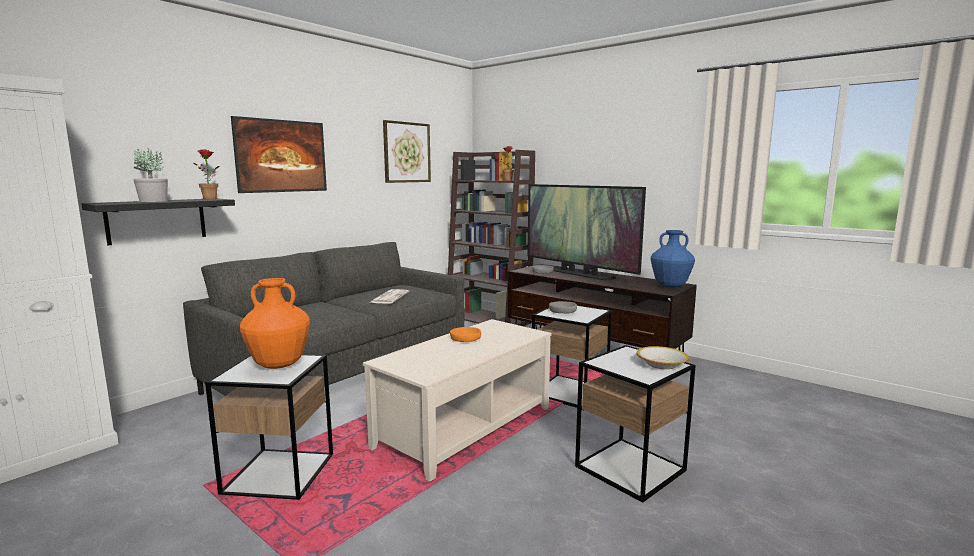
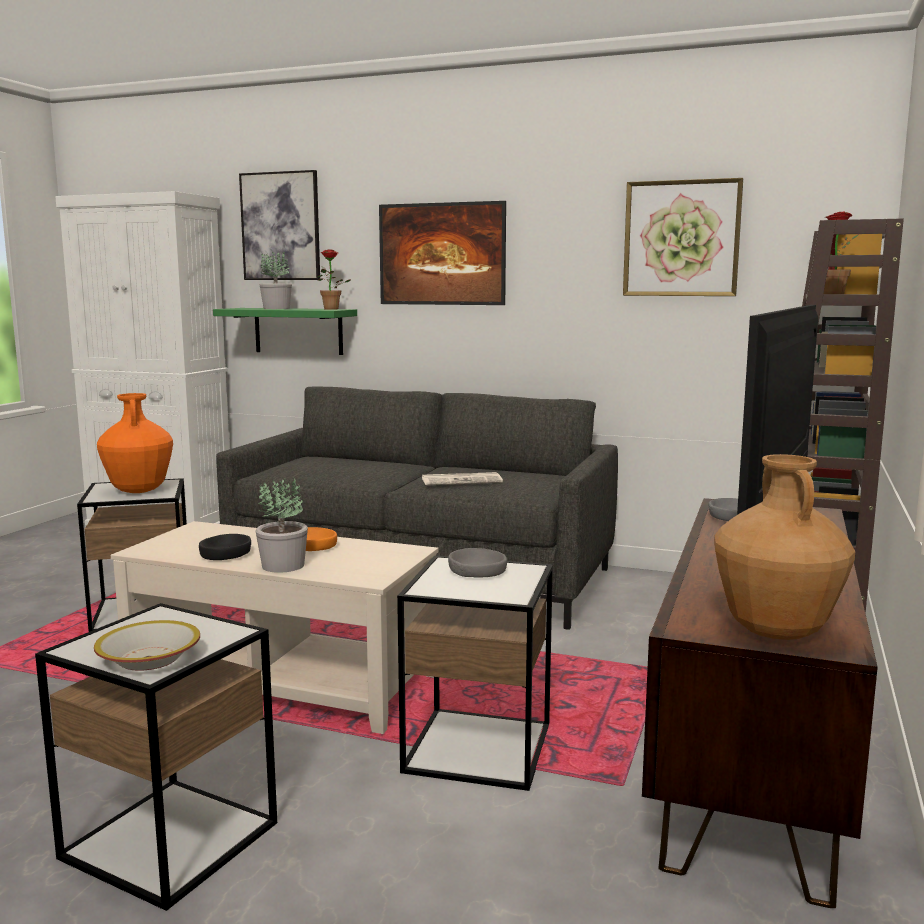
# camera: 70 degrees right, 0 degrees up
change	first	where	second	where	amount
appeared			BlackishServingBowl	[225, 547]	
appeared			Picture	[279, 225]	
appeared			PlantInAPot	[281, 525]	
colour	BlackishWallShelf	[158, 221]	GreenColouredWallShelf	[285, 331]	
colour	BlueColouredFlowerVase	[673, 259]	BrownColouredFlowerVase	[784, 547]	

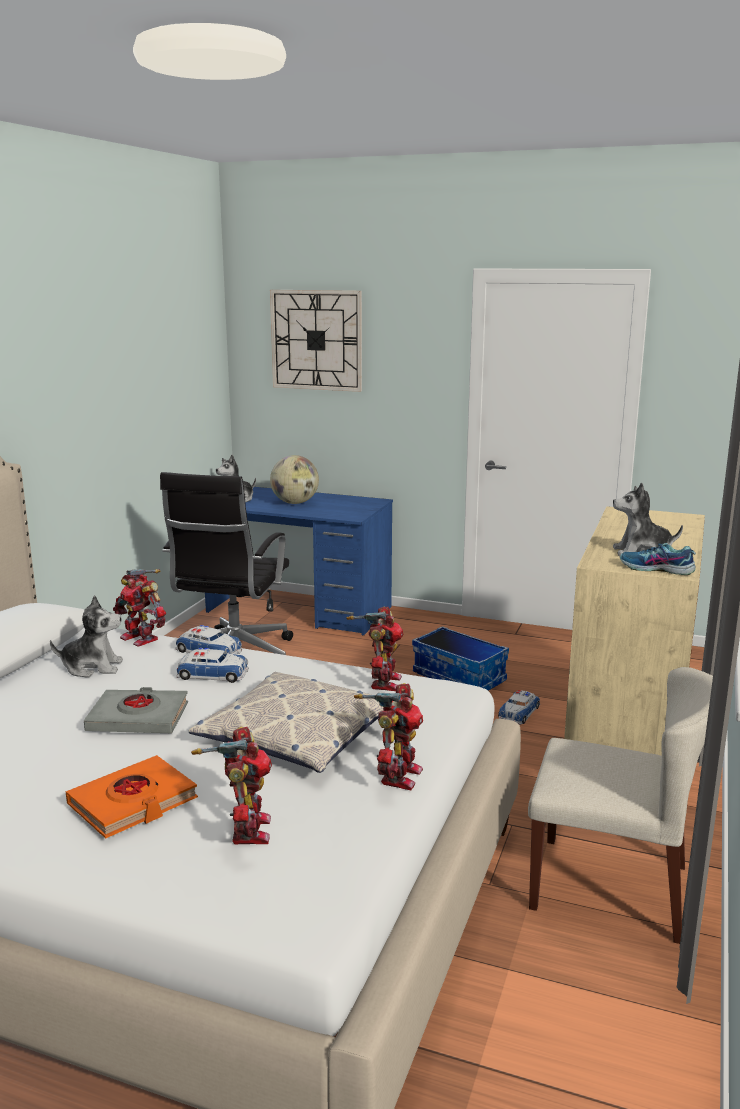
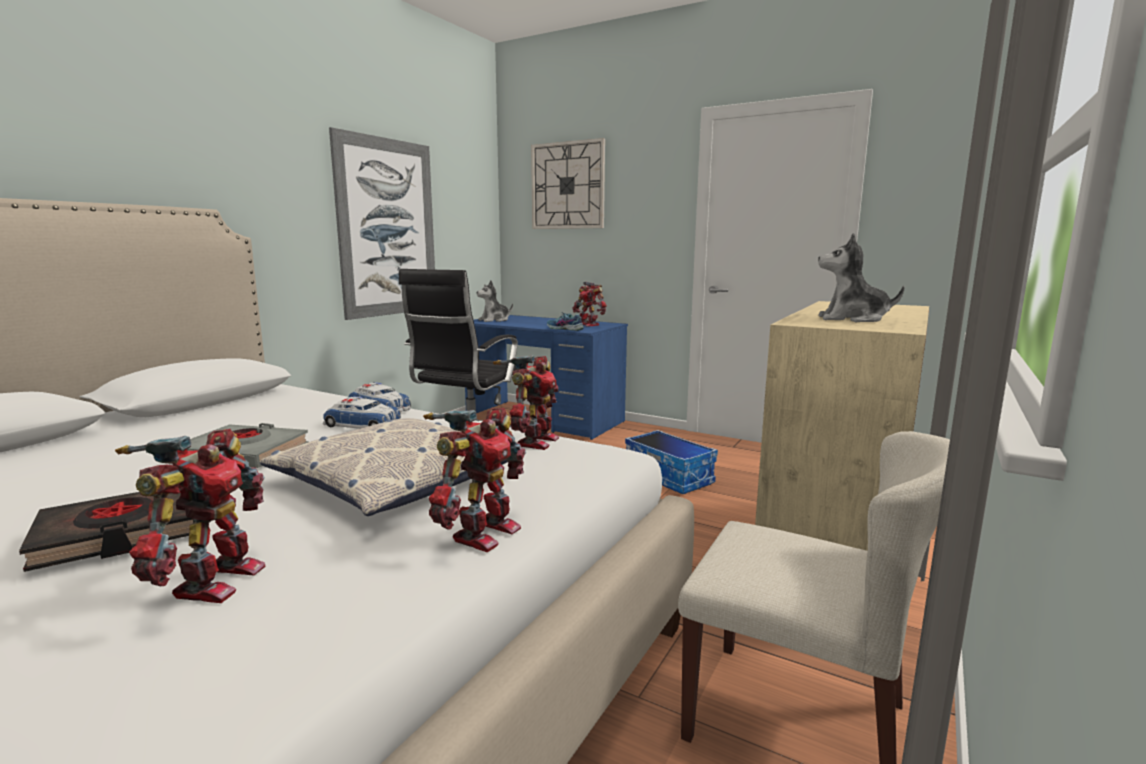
# camera: 10 degrees right, 5 degrees down
change	first	where	second	where	amount
missing	CuddlyToy	[86, 636]			
missing	WorldGlobe	[294, 479]			
missing	ToyCar	[519, 707]			
appeared			Picture	[382, 223]	
relocated	RobotFigure	[139, 608]		[589, 304]	
relocated	LowShoe	[658, 559]		[565, 321]	
colour	OrangeColouredVolume	[132, 797]	BlackishVolume	[106, 530]	

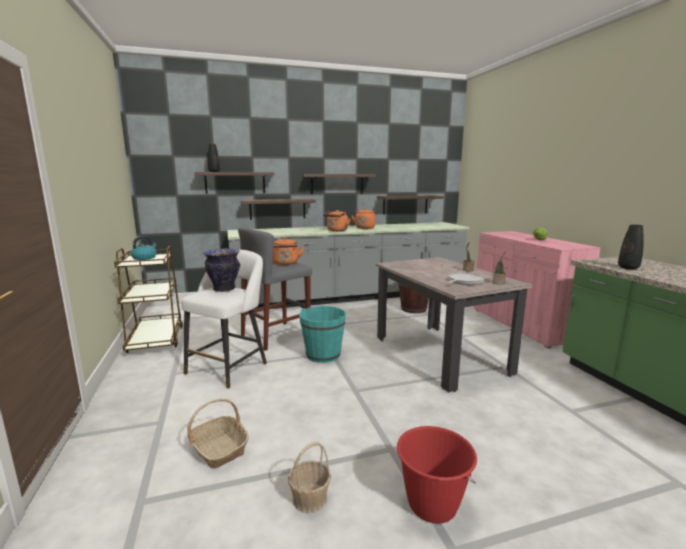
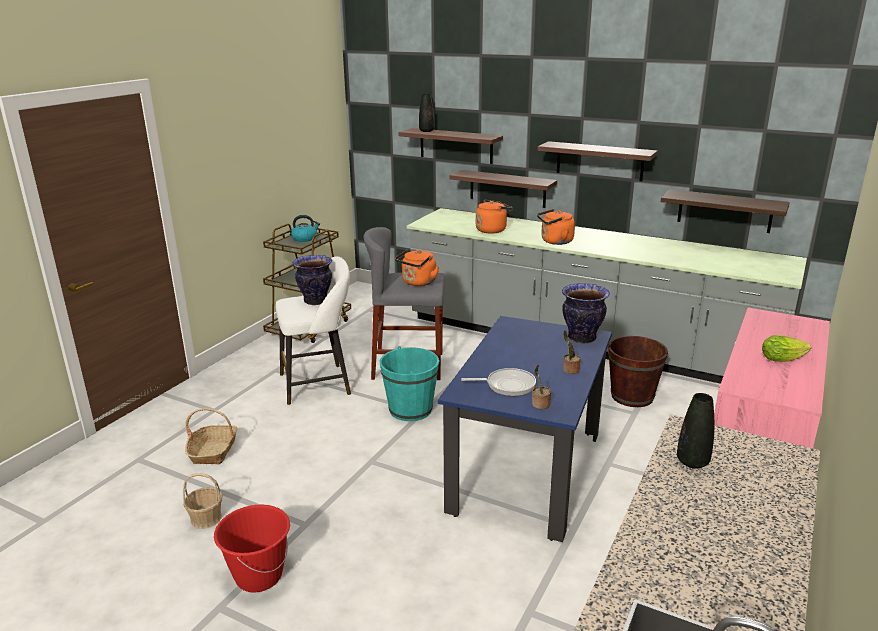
# camera: 45 degrees right, 10 degrees up
change	first	where	second	where	amount
appeared			FlowerVase	[586, 313]	
relocated	OrangeColouredTeaKettle	[364, 218]		[494, 217]	
colour	BeigeColouredKitchenTable	[454, 324]	BlueColouredKitchenTable	[525, 429]	

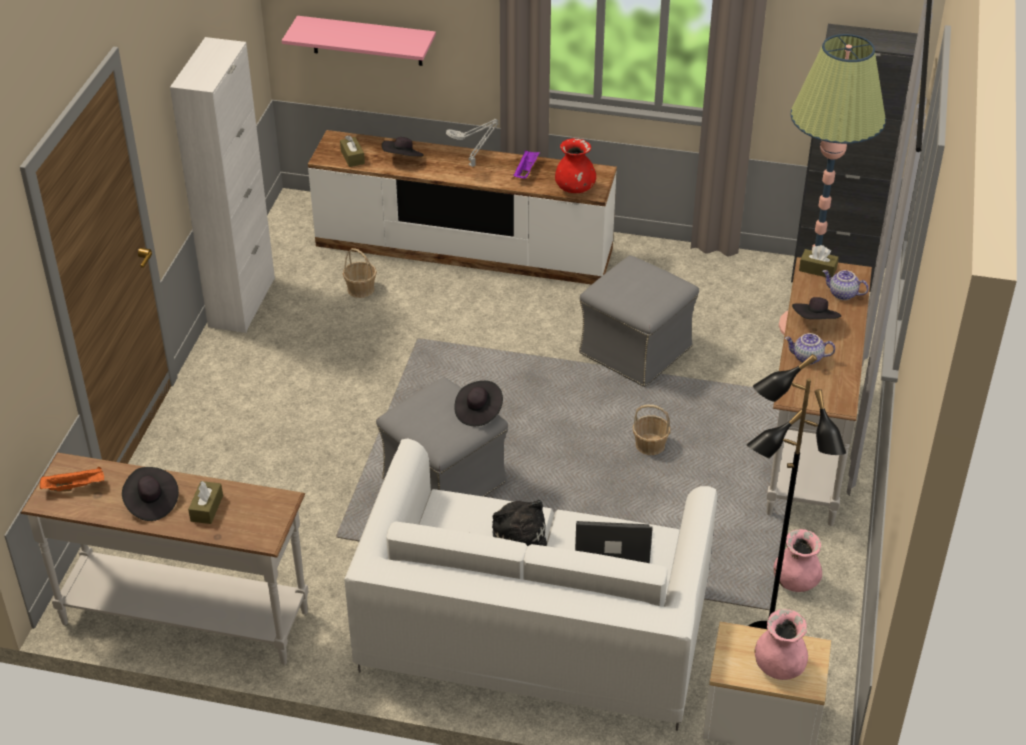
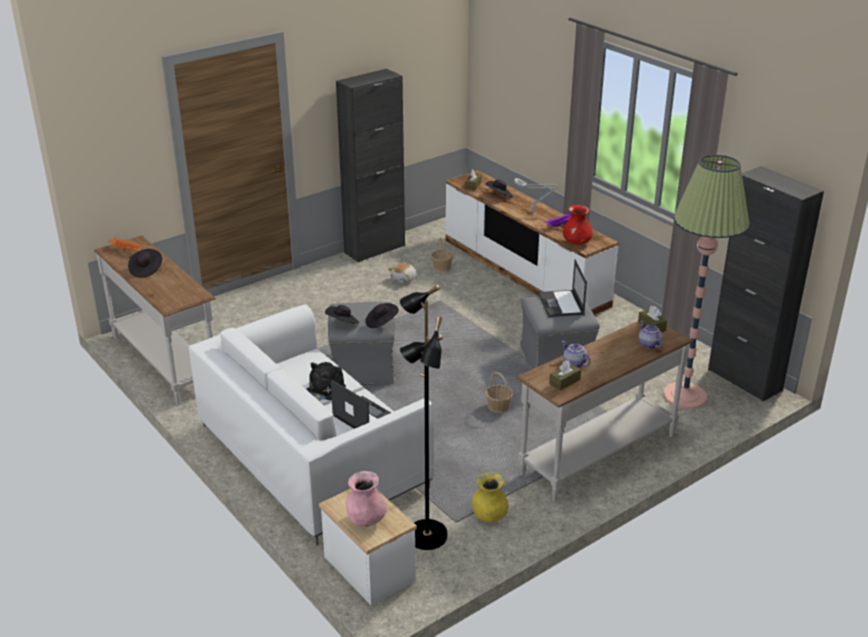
# camera: 40 degrees right, 10 degrees down
change	first	where	second	where	amount
missing	PinkWallShelf	[359, 41]			
appeared			CuddlyToy	[402, 273]	
appeared			NotebookComputer	[563, 288]	
relocated	BrownColouredBoxOfTissues	[205, 502]		[565, 376]	
relocated	BlackishWearableHat	[816, 308]		[342, 314]	
colour	WhiteColouredStorageCabinet	[222, 185]	BlackishStorageCabinet	[370, 166]	
colour	PinkFlowerVase	[798, 560]	YellowFlowerVase	[490, 497]	

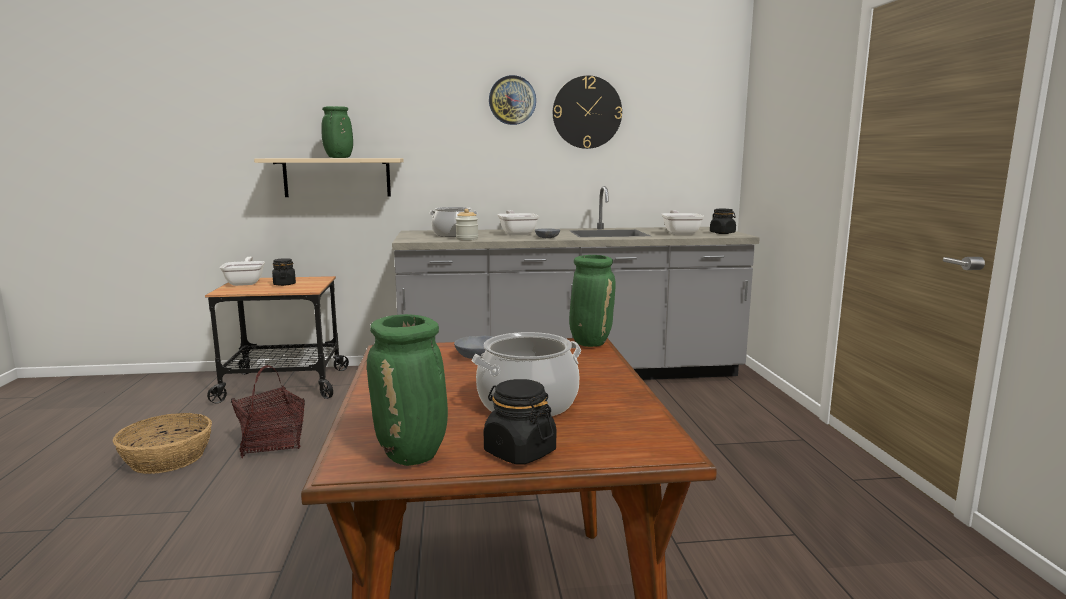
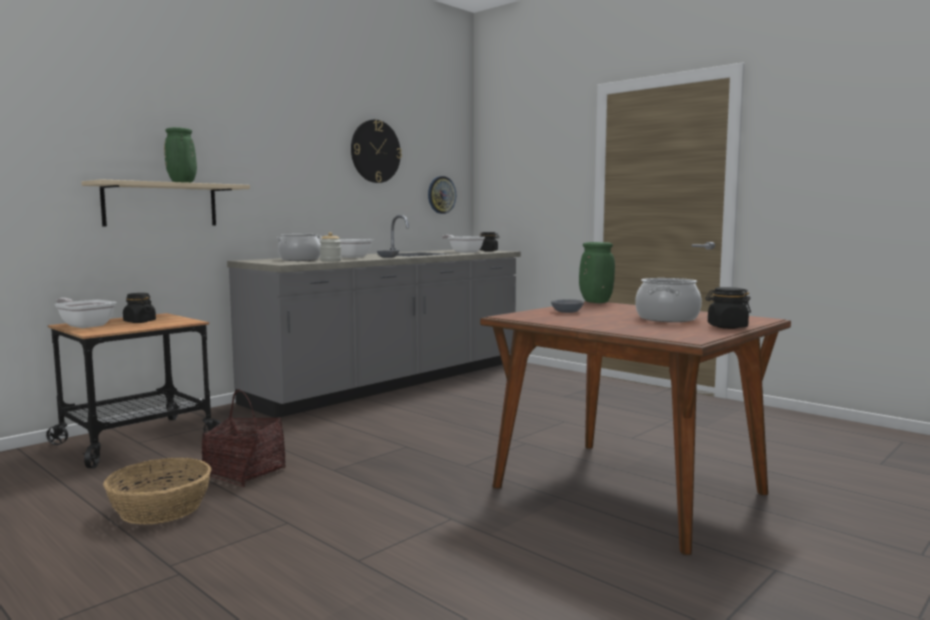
# camera: 40 degrees left, 5 degrees down
change	first	where	second	where	amount
missing	GreenColouredFlowerVase	[407, 390]			
relocated	WallClock	[512, 100]		[442, 195]	

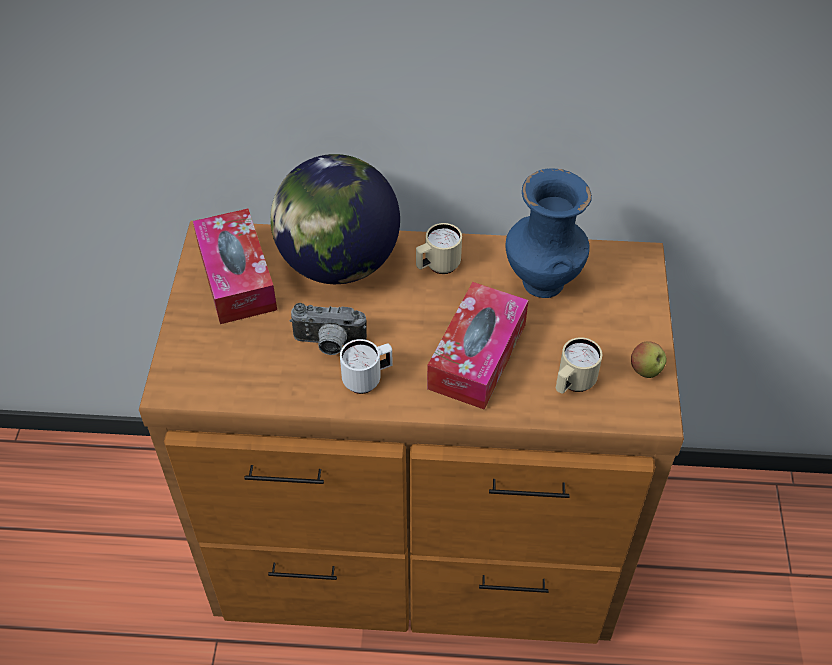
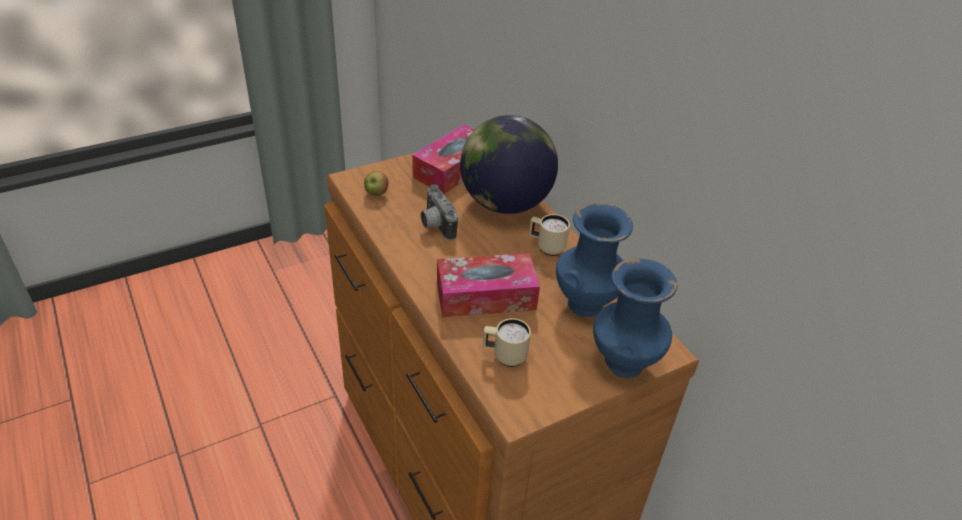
# camera: 55 degrees right, 10 degrees down
change	first	where	second	where	amount
missing	WhiteColouredCoffeeMug	[366, 366]			
appeared			BlueColouredFlowerVase	[635, 318]	
relocated	WholeApple	[649, 359]		[376, 183]	

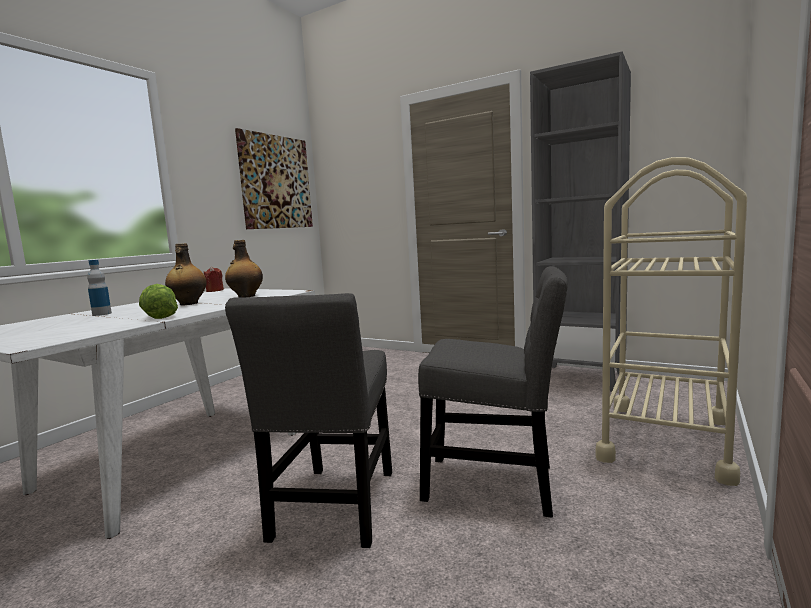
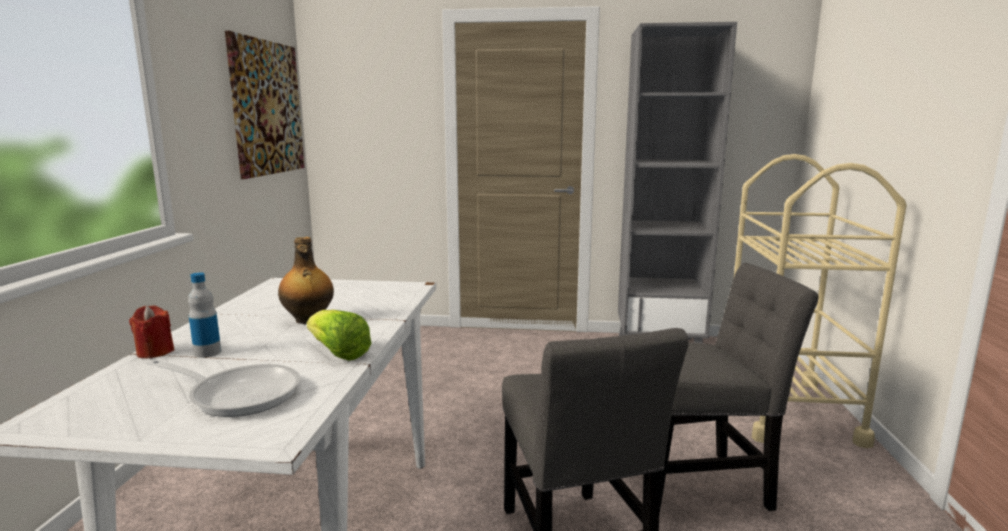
# camera: 25 degrees left, 5 degrees up
change	first	where	second	where	amount
missing	DrinkBottle	[244, 268]			
appeared			Skillet	[223, 388]	
relocated	RedWaxLight	[214, 279]		[151, 331]	

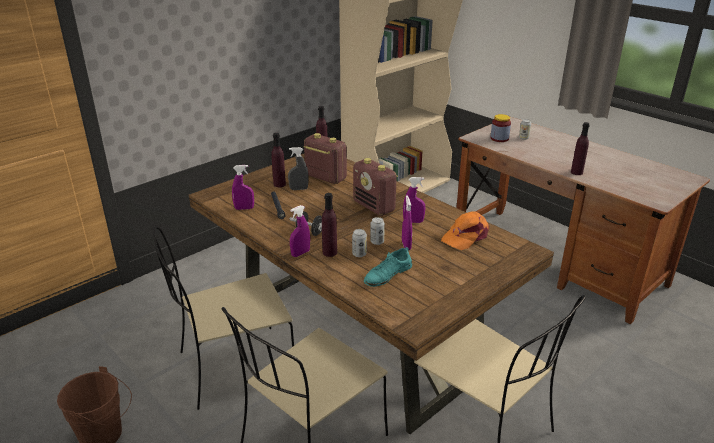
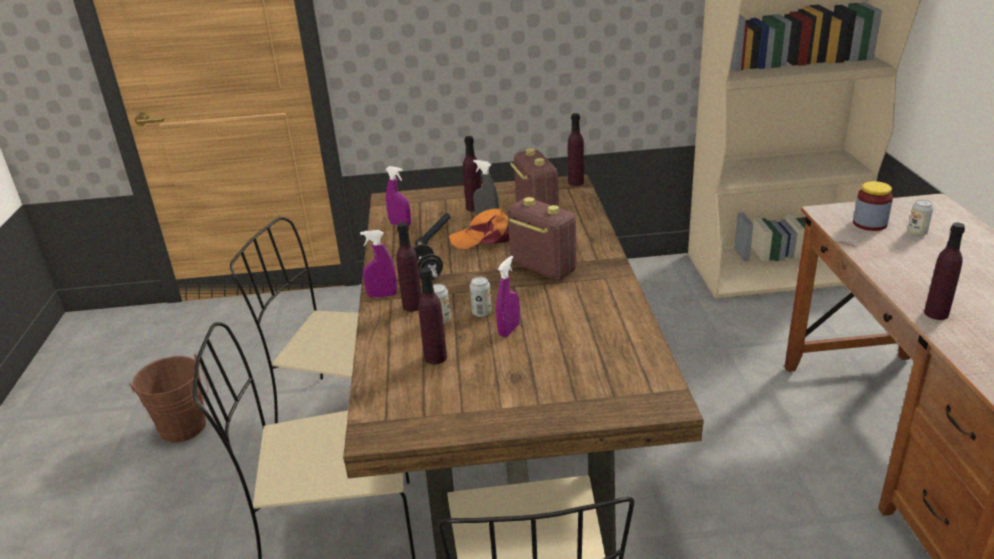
# camera: 40 degrees right, 0 degrees up
change	first	where	second	where	amount
missing	PurplishHandSprayer	[414, 200]			
relocated	OrangeColouredPeakedCap	[465, 230]		[479, 229]	
exchanged	TurquoiseColouredLowShoe	[388, 267]	PurplishDrinkBottle	[432, 315]	
spun	RadioReceiver	[375, 187]		[541, 238]	135 degrees clockwise

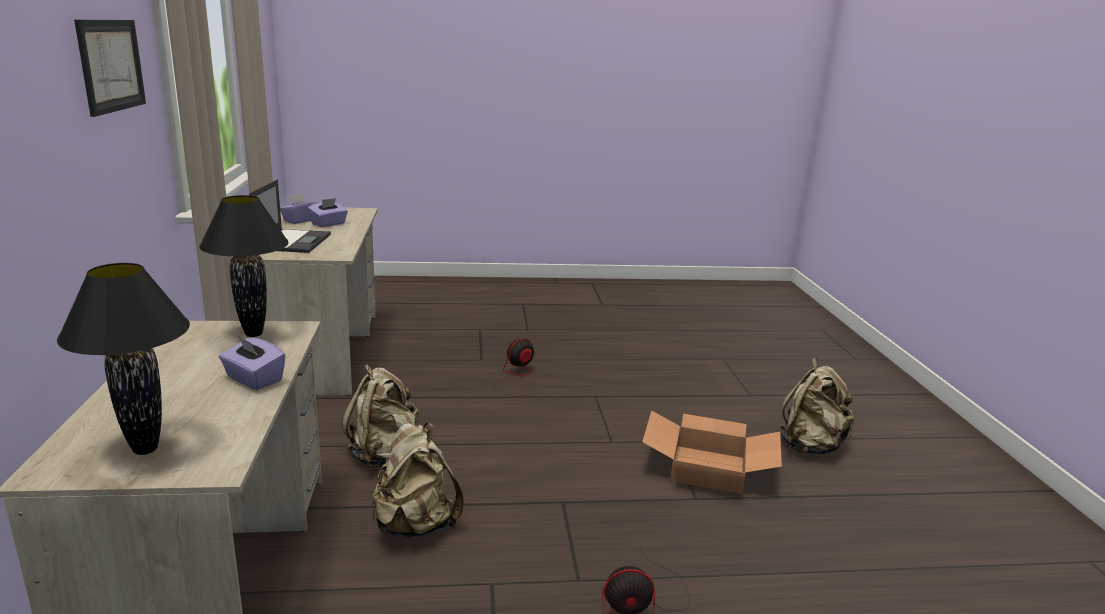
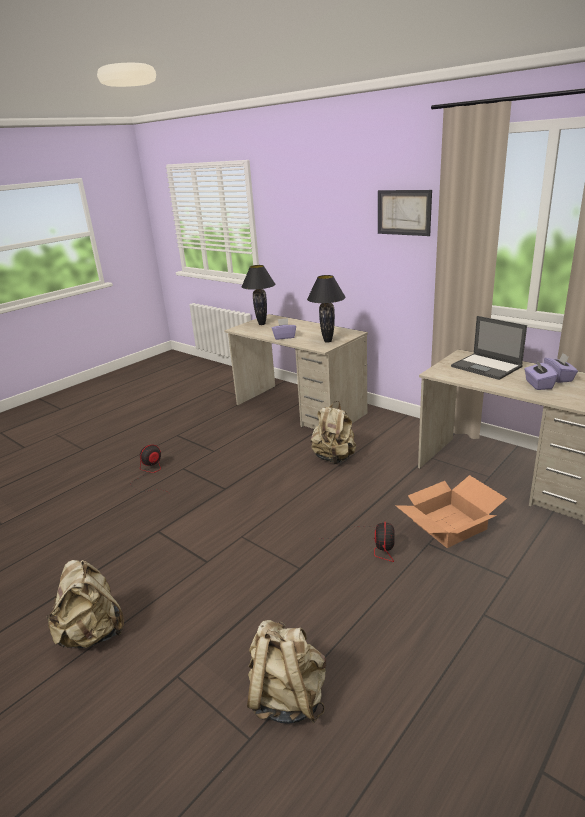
# camera: 140 degrees right, 5 degrees up
change	first	where	second	where	amount
relocated	BeigeColouredKnapsack	[418, 480]		[286, 672]	
relocated	CardboardBox	[712, 452]		[451, 511]	

